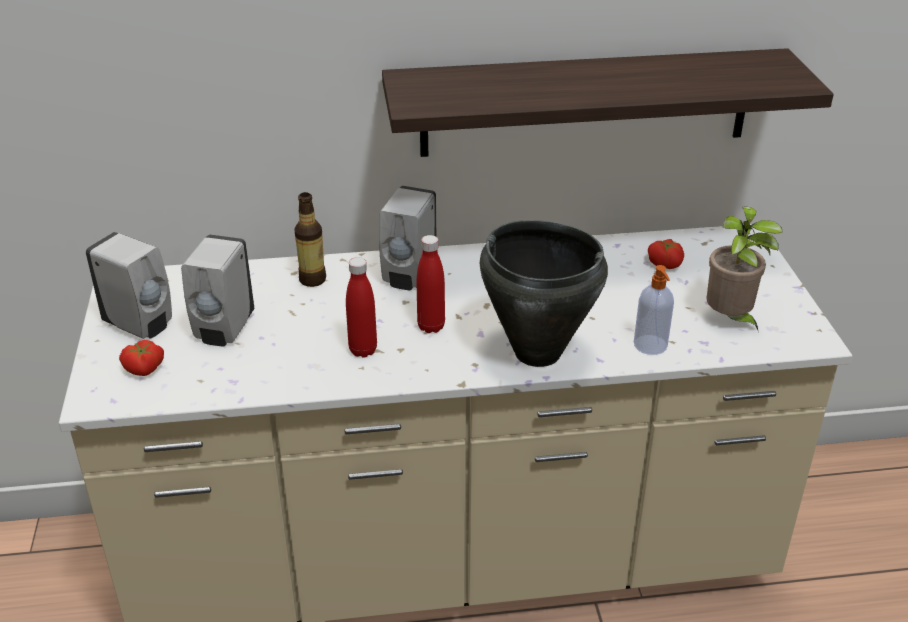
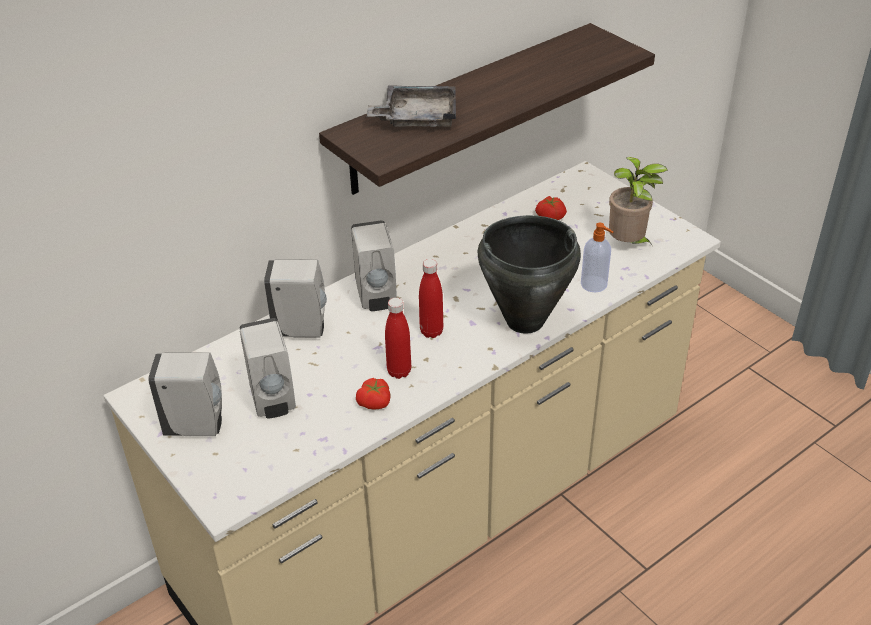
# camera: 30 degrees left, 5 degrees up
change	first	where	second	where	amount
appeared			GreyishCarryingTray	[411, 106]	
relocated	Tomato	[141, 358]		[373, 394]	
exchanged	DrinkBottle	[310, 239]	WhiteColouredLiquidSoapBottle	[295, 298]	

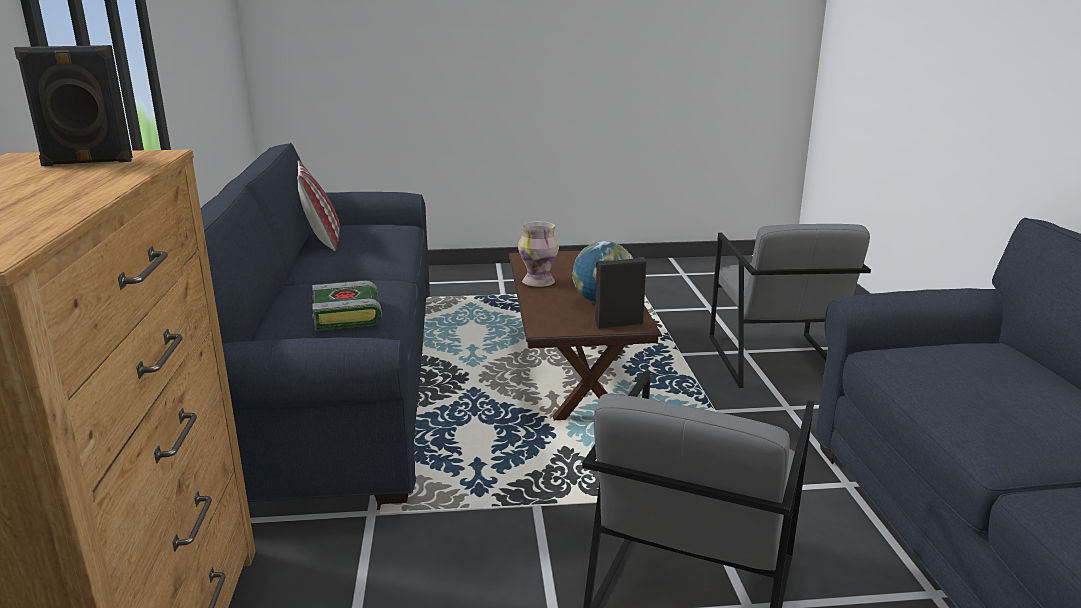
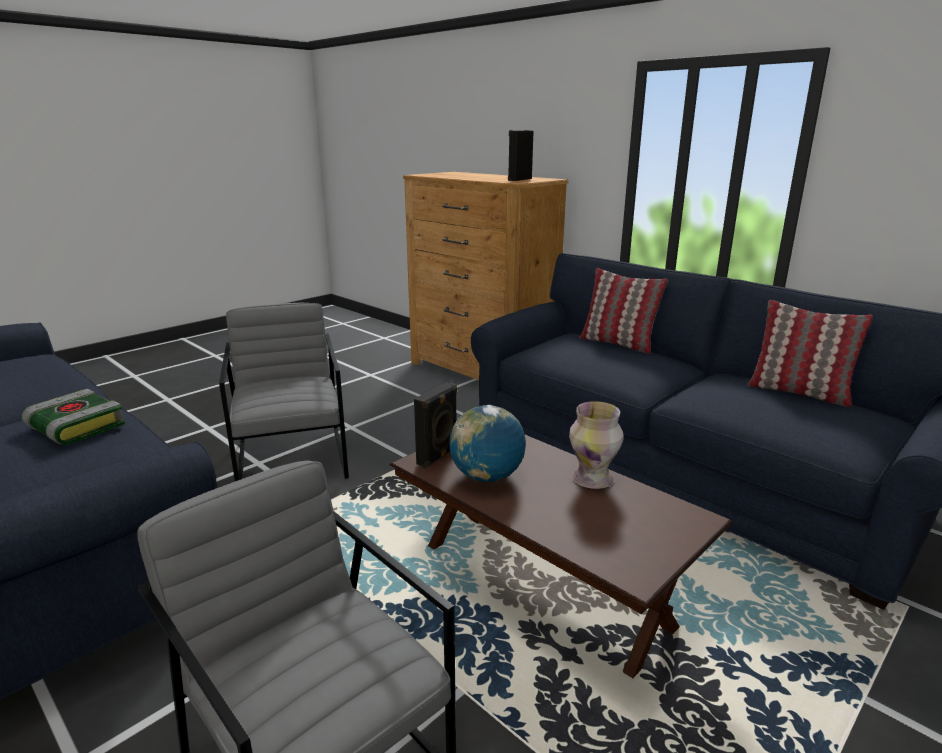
# camera: 140 degrees right, 0 degrees up
change	first	where	second	where	amount
appeared			Cushion	[623, 311]	
relocated	Volume	[347, 305]		[73, 417]	

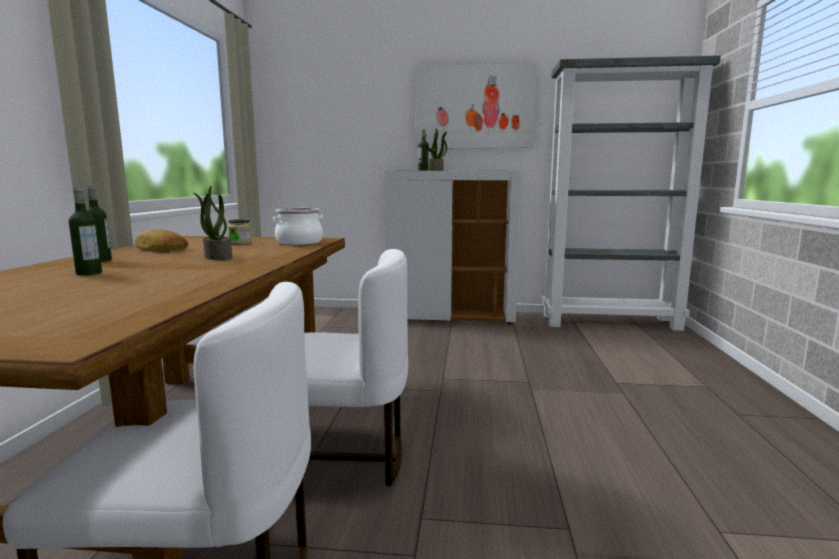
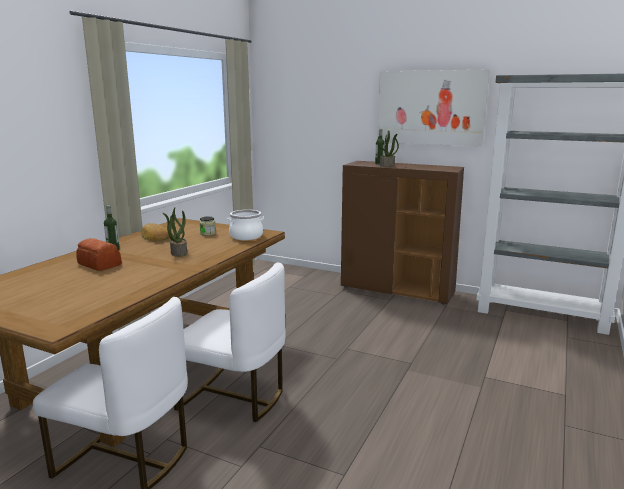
# camera: 20 degrees right, 5 degrees up
change	first	where	second	where	amount
exchanged	DrinkBottle	[85, 231]	BakeryBread	[99, 254]	
colour	WhiteColouredStorageCabinet	[453, 247]	BrownColouredStorageCabinet	[402, 233]	

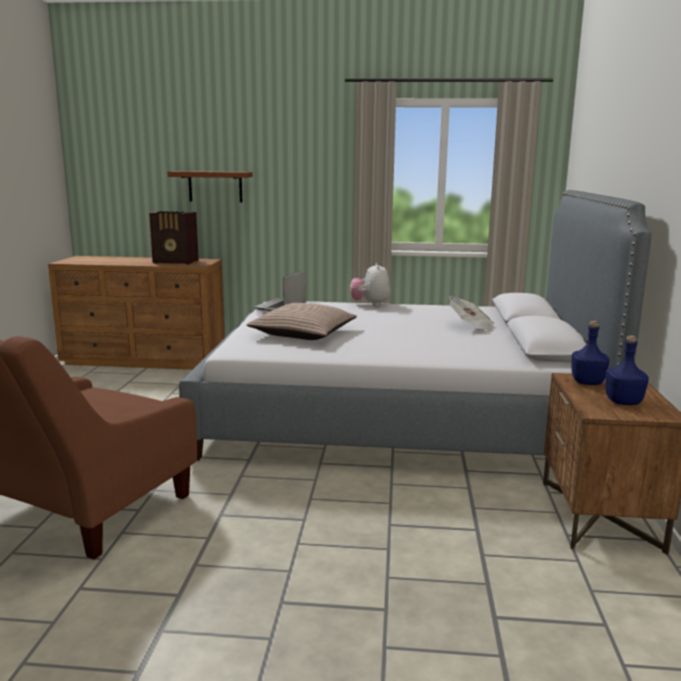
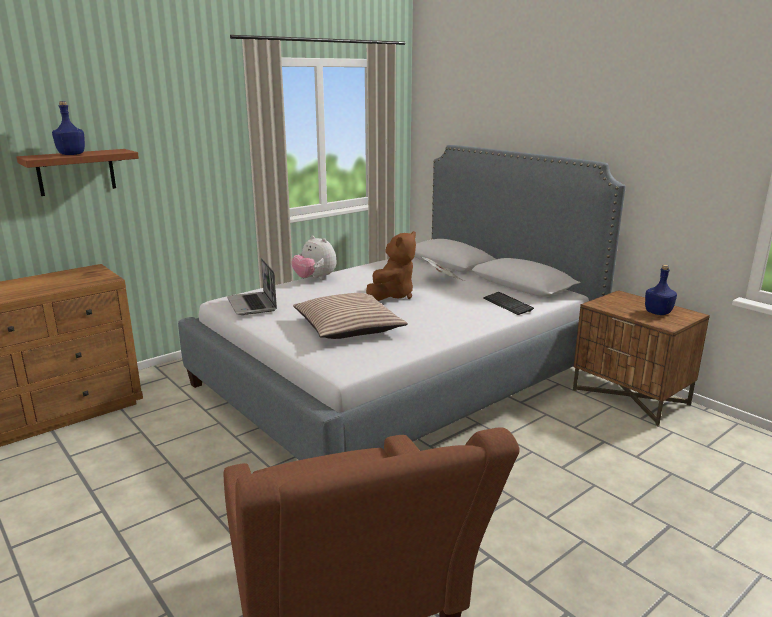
# camera: 45 degrees left, 5 degrees up
change	first	where	second	where	amount
missing	RadioReceiver	[174, 237]			
appeared			BrownColouredCuddlyToy	[391, 266]	
appeared			ComputerKeyboard	[508, 303]	
relocated	BlueColouredDrinkBottle	[590, 353]		[68, 128]	

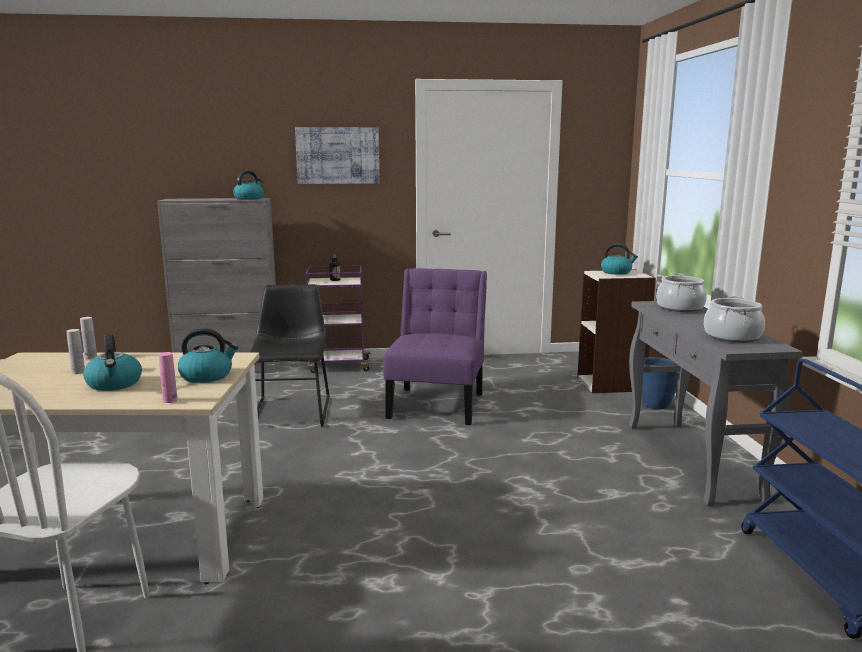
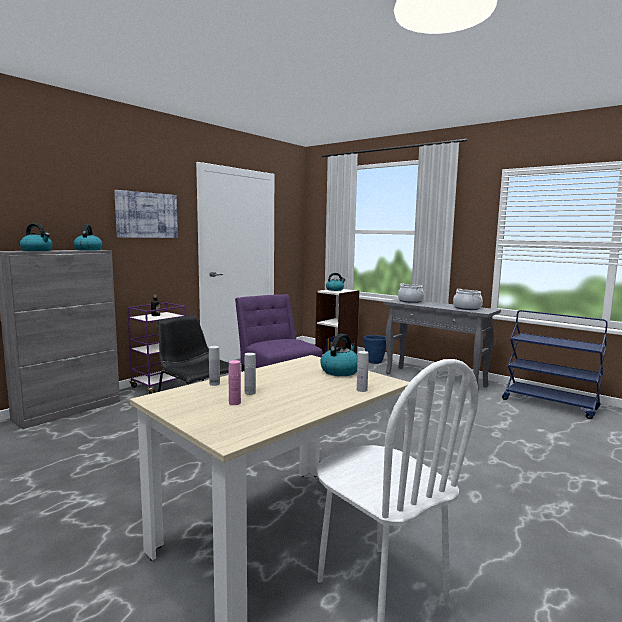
# camera: 45 degrees left, 5 degrees down
change	first	where	second	where	amount
appeared			WhiteColouredDrinkBottle	[363, 371]	
relocated	TeaKettle	[112, 362]		[36, 237]	
relocated	PinkDrinkBottle	[168, 377]		[235, 382]	

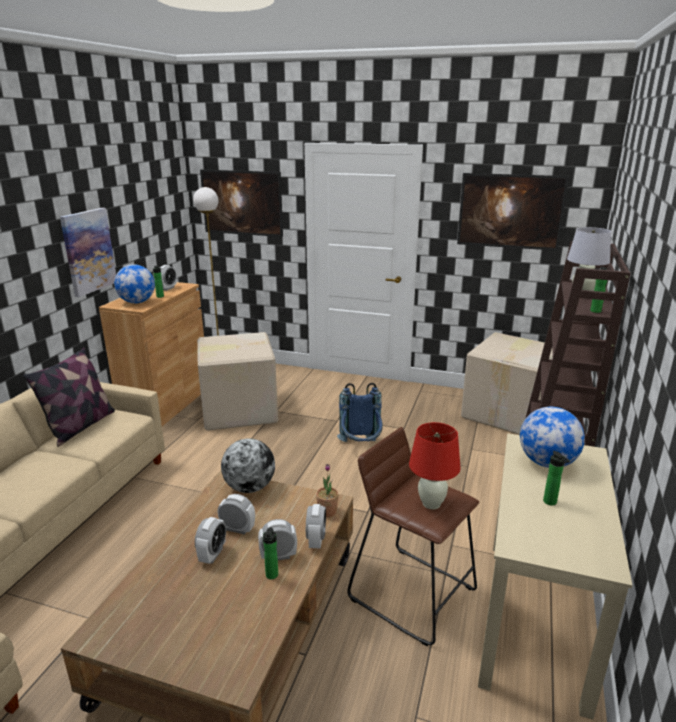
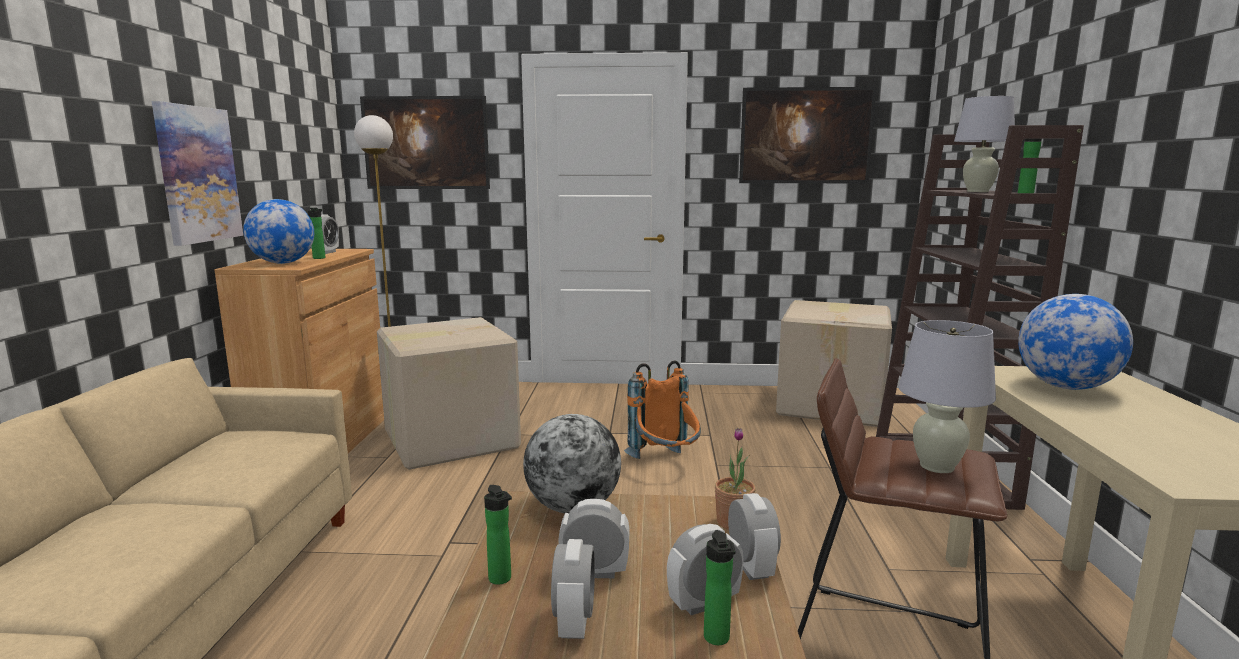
# camera: 15 degrees left, 10 degrees down
change	first	where	second	where	amount
missing	Cushion	[69, 397]			
relocated	DrinkBottle	[556, 478]		[498, 535]	
colour	BlueColouredKnapsack	[360, 412]	OrangeColouredKnapsack	[662, 409]	
colour	RedTableLamp	[435, 466]	WhiteColouredTableLamp	[947, 396]	

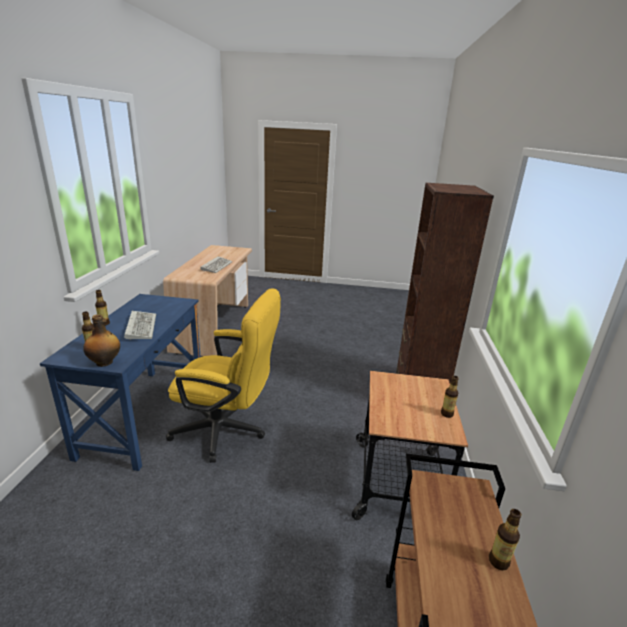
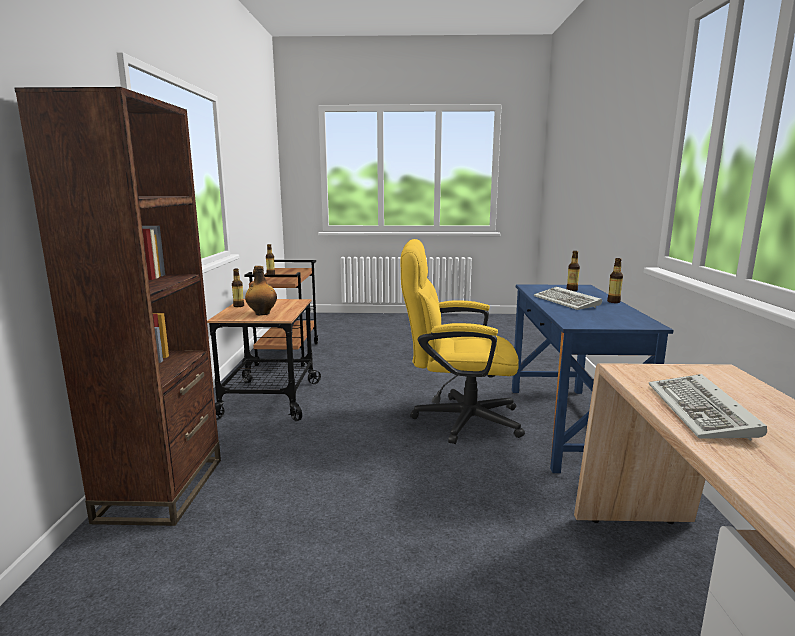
# camera: 175 degrees right, 10 degrees down
change	first	where	second	where	amount
relocated	DrinkBottle	[101, 340]		[261, 290]	

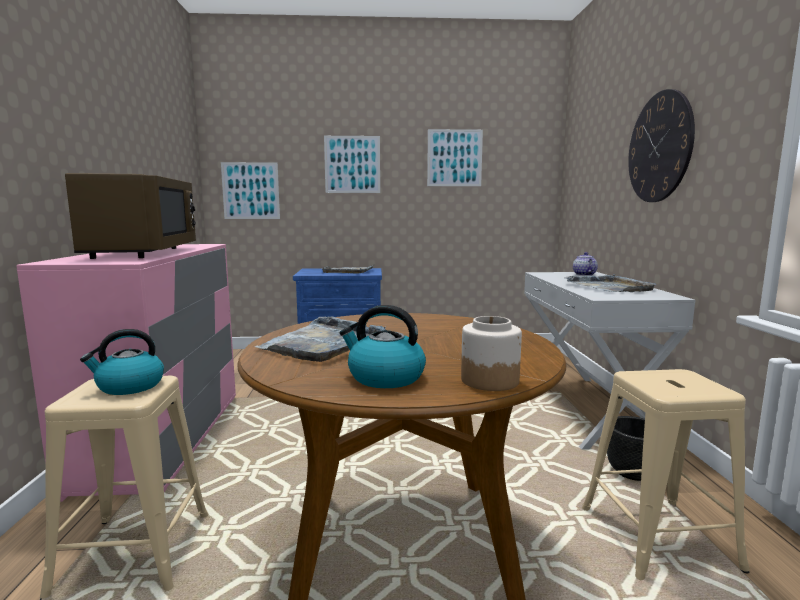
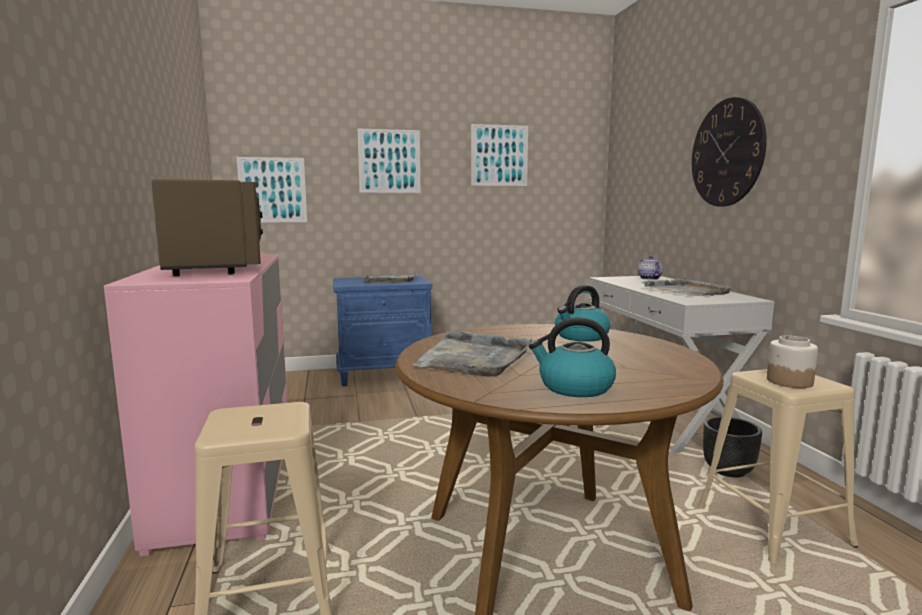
# camera: 10 degrees left, 0 degrees up
change	first	where	second	where	amount
relocated	TeaKettle	[122, 362]		[582, 313]	
relocated	PreserveJar	[491, 353]		[792, 361]	

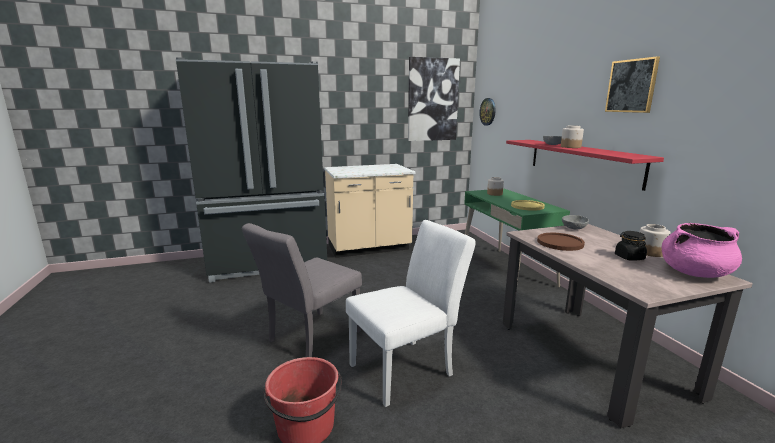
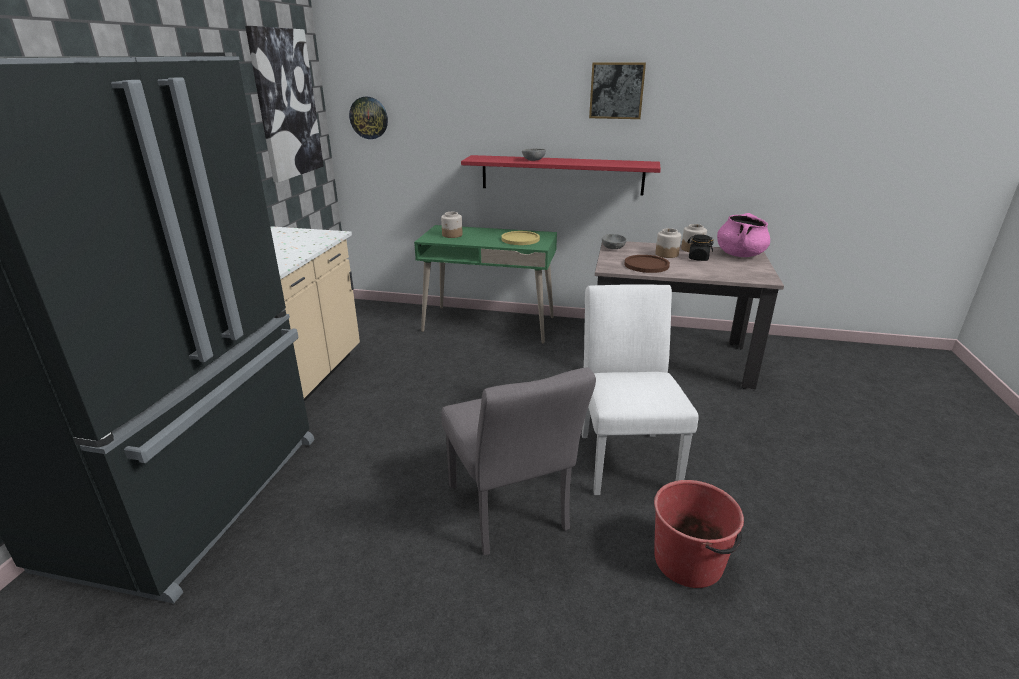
# camera: 60 degrees left, 10 degrees up
change	first	where	second	where	amount
relocated	PreserveJar	[572, 136]		[668, 243]	

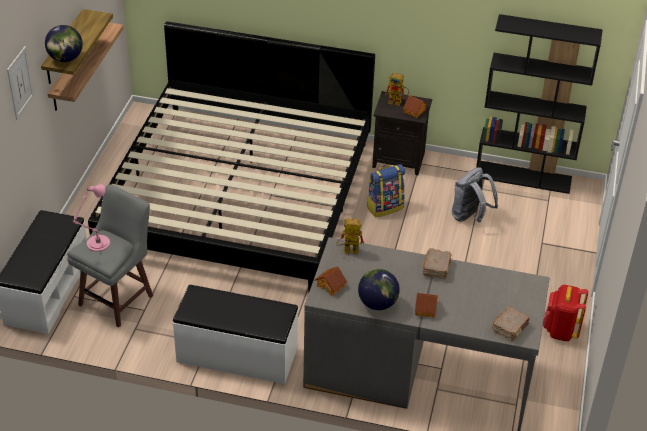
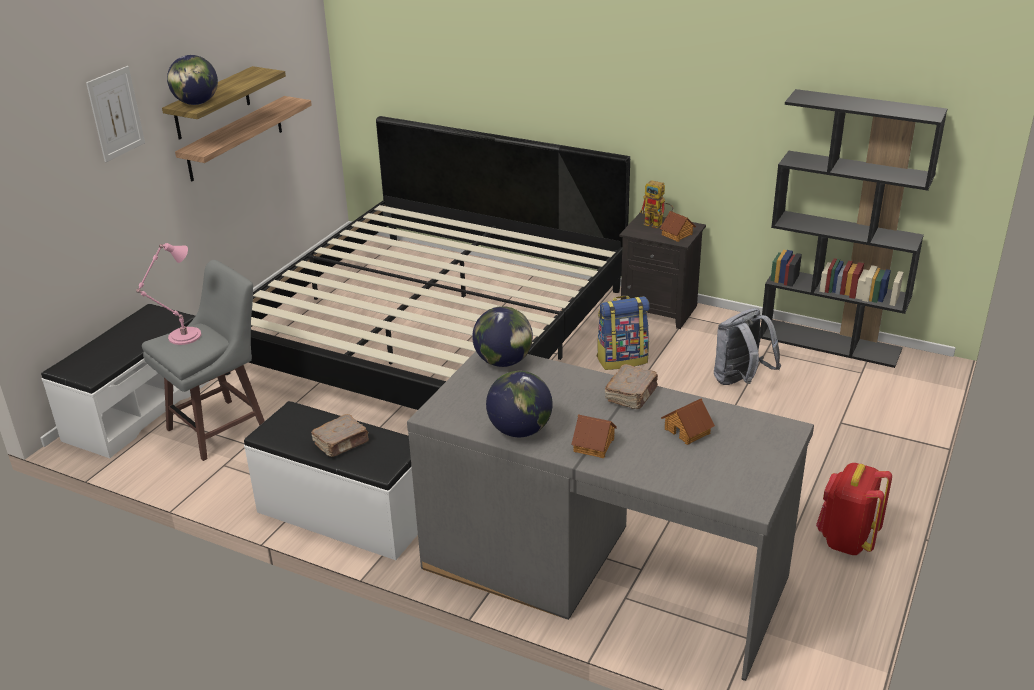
# camera: 15 degrees right, 10 degrees down
change	first	where	second	where	amount
relocated	ToyHouse	[331, 281]		[688, 421]	
relocated	BrownColouredVolume	[511, 323]		[340, 435]	
exchanged	RobotFigure	[350, 236]	WorldGlobe	[502, 336]	

